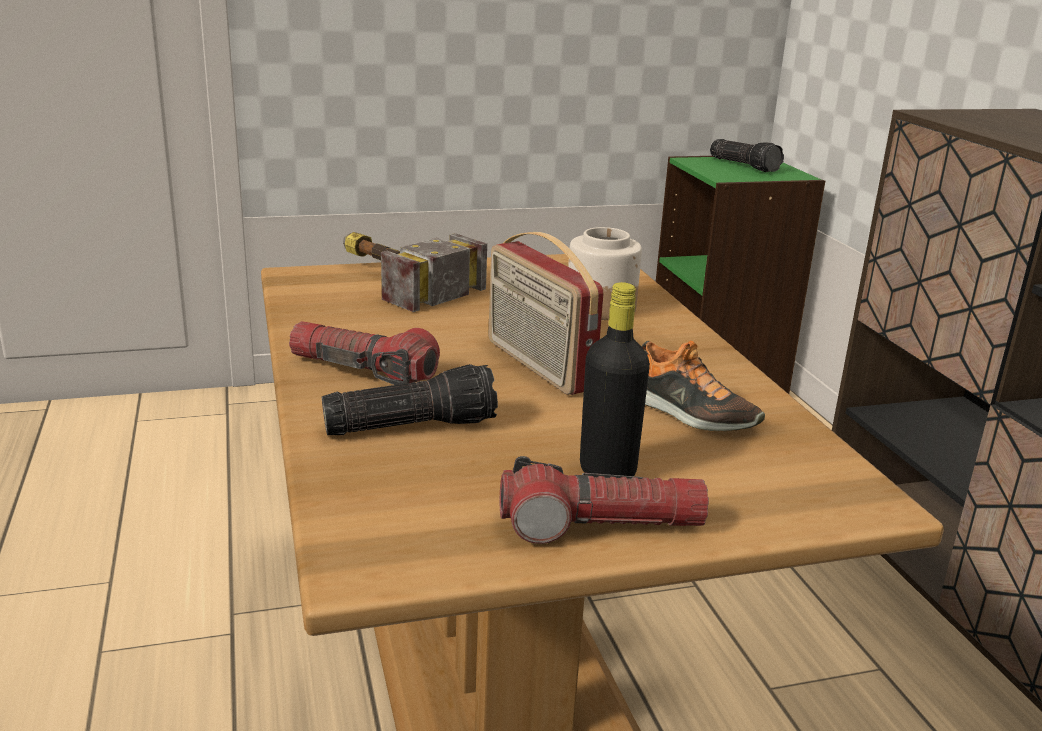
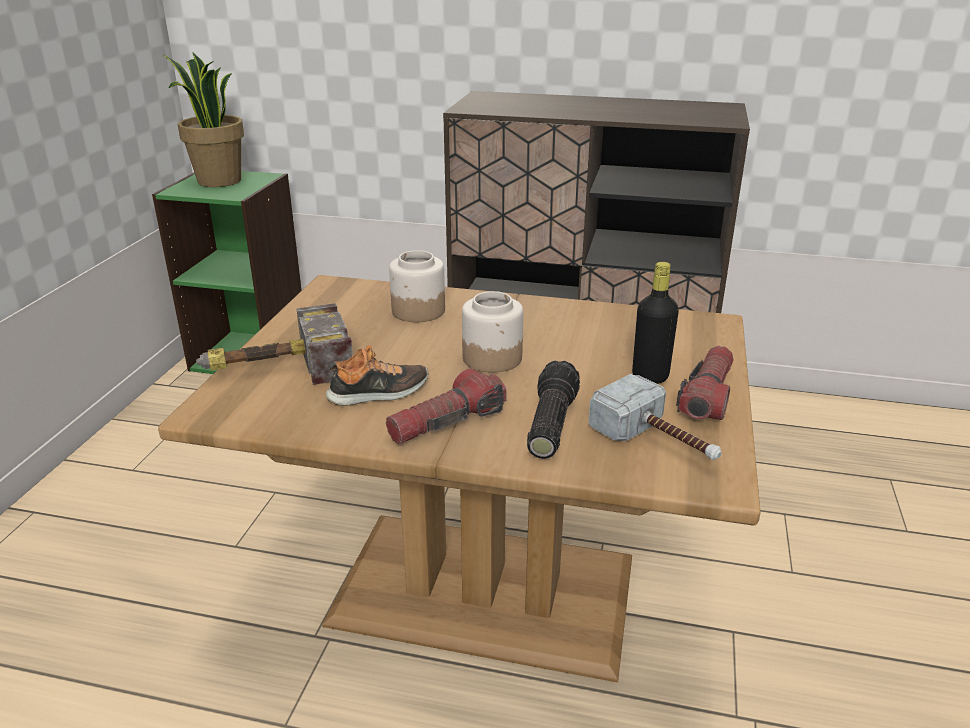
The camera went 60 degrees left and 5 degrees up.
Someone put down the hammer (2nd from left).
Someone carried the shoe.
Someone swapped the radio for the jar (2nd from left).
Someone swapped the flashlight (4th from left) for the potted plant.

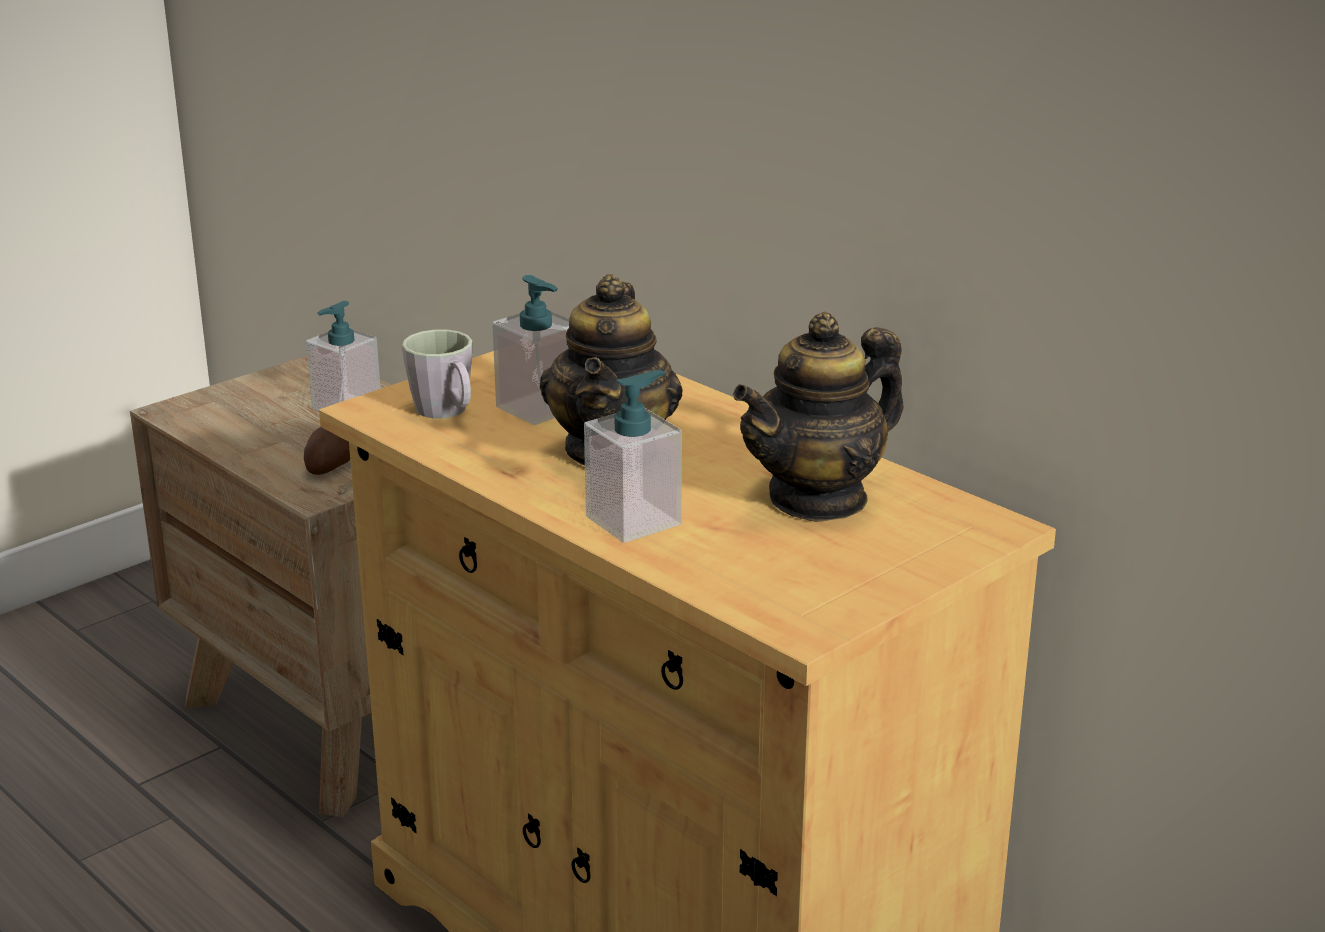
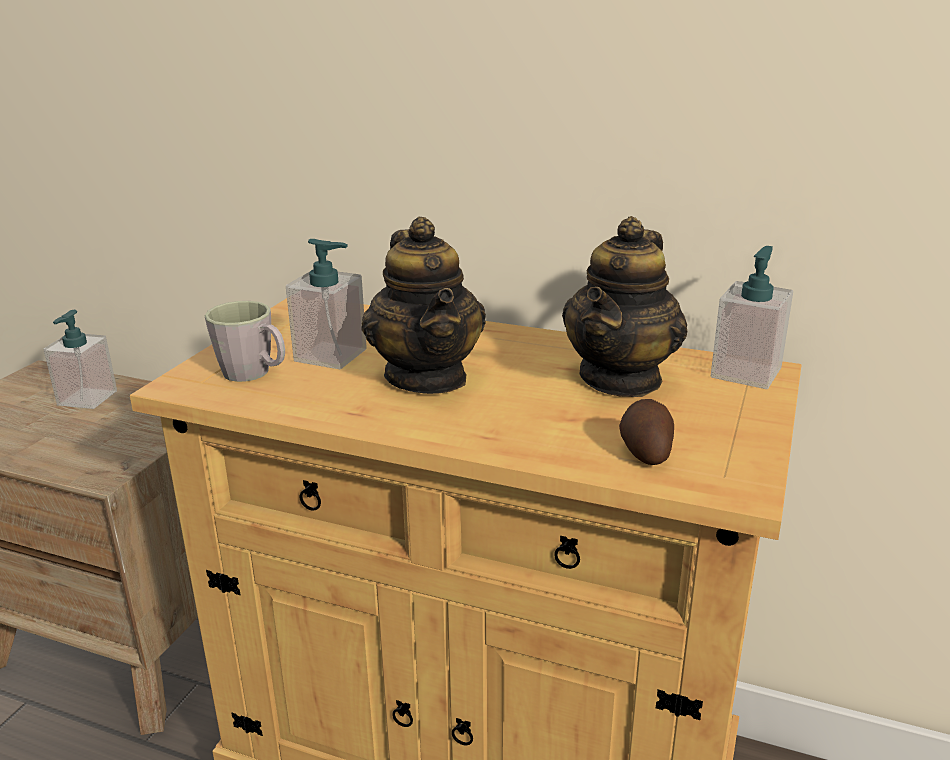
The camera went 25 degrees left and 0 degrees up.
Someone carried the potato.
Someone carried the soap dispenser (3rd from left).

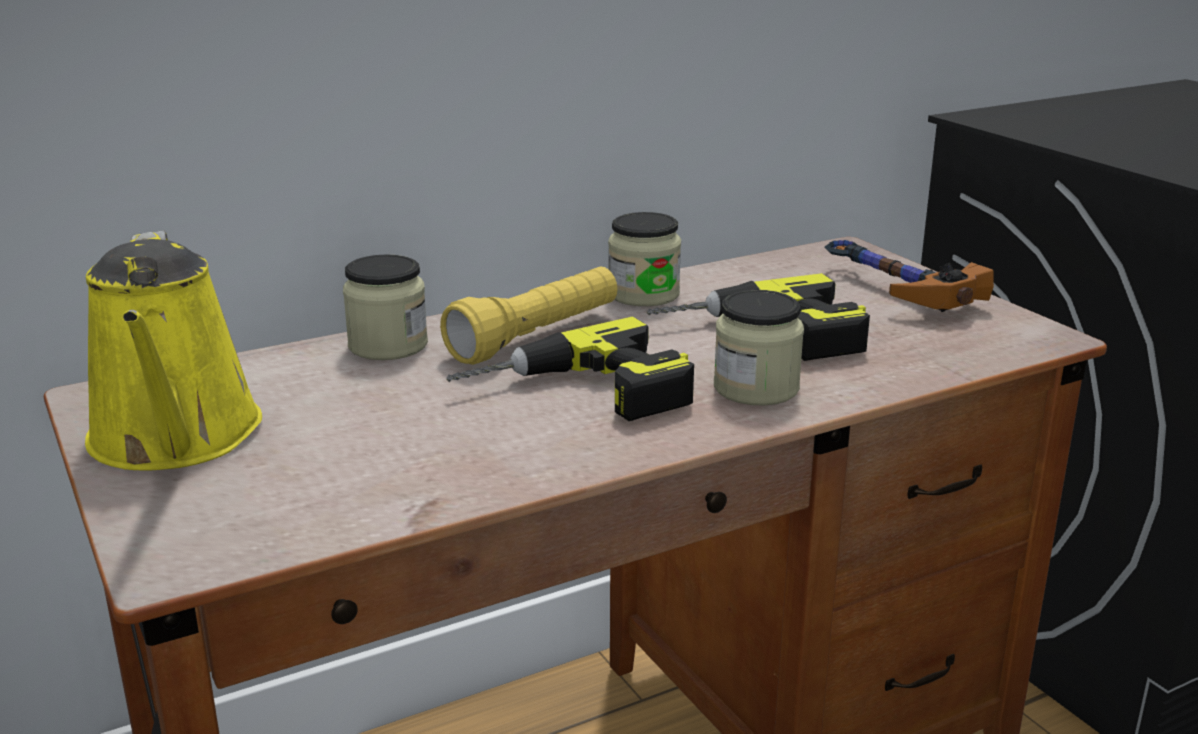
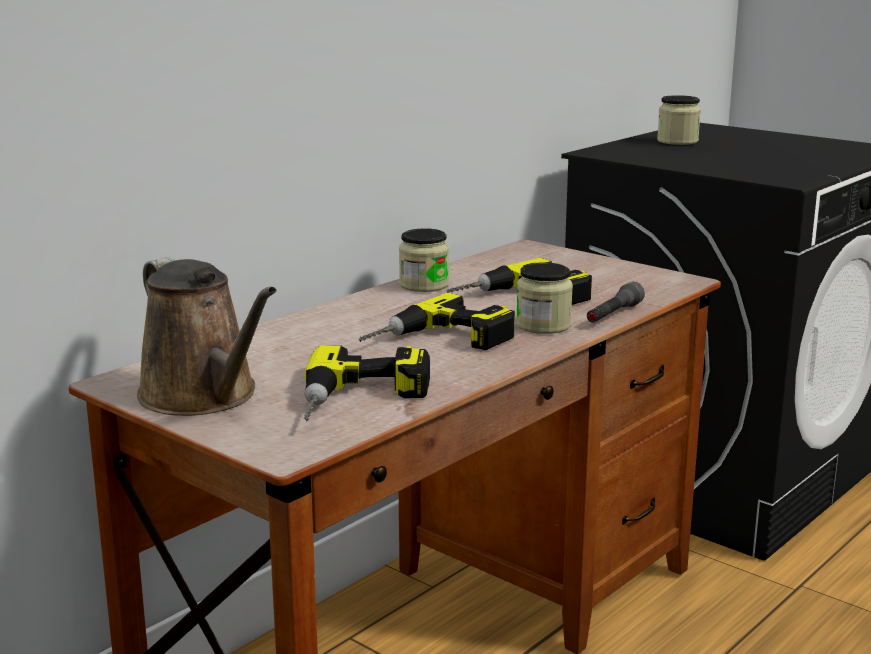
The camera went 20 degrees left and 5 degrees down.
Someone took away the yellow flashlight.
Someone took away the hammer.
Someone put down the power drill (1st from left).
Someone put down the grey flashlight.
Someone carried the jar (1st from left in the first image).
Someone repainted the yellow watering can, which became the brown watering can.

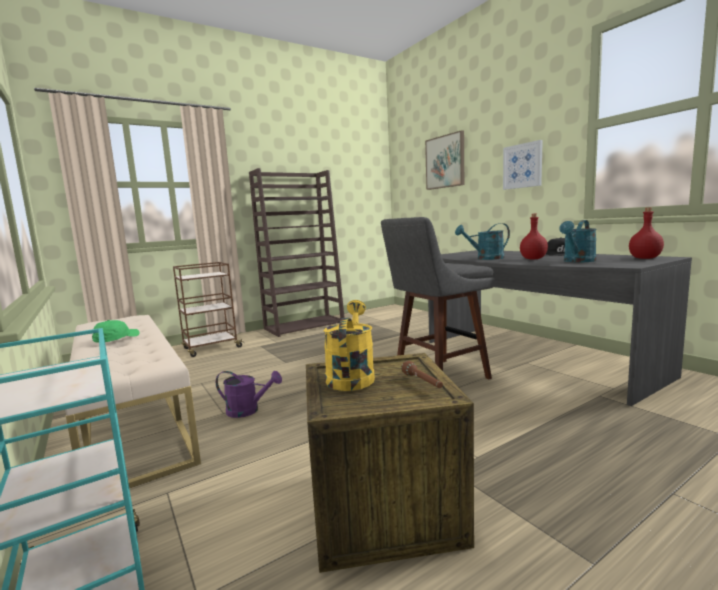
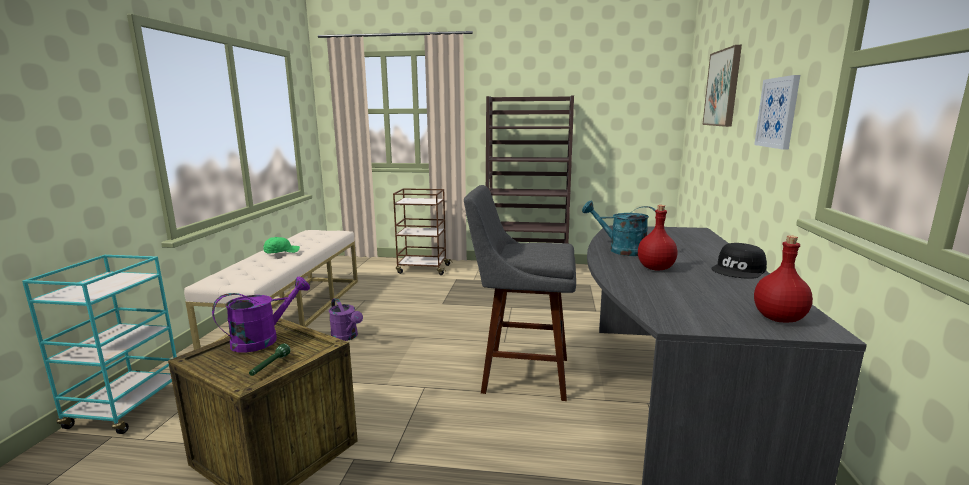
The camera went 40 degrees right and 5 degrees up.
Someone took away the turquoise watering can (2nd from left).
Someone repainted the yellow watering can, which became the purple watering can (1st from left).
Someone repainted the brown flashlight, which became the green flashlight.

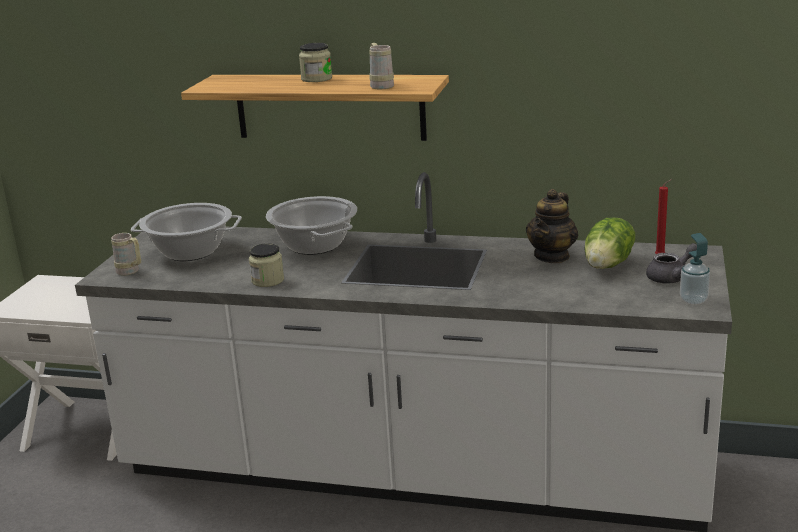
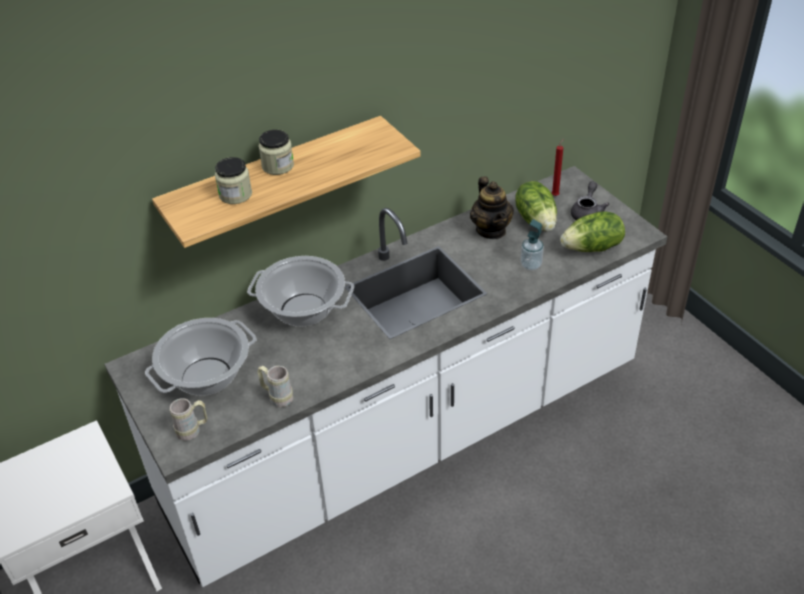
The camera went 45 degrees left and 20 degrees up.
Someone put down the lettuce (2nd from left).
Someone carried the jar (1st from left).
Someone carried the beige mug (2nd from left).
Someone carried the soap dispenser.

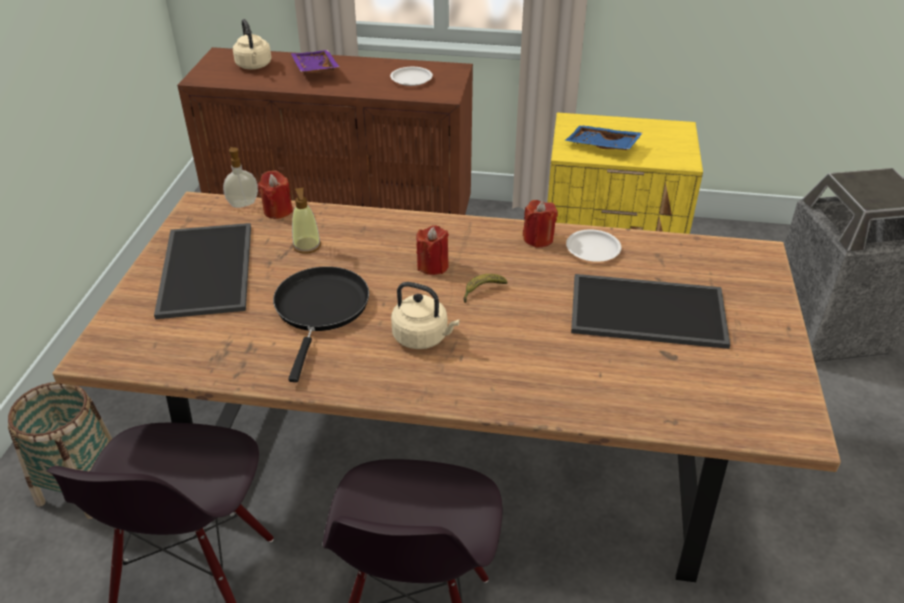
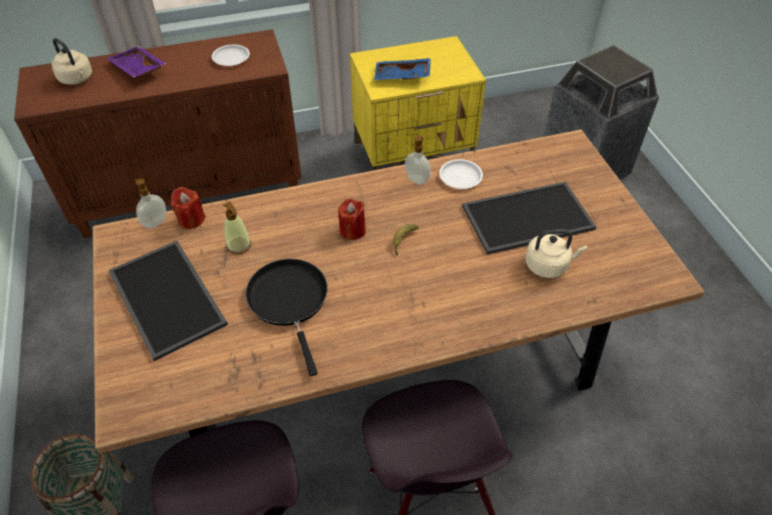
The camera went 25 degrees left and 10 degrees up.
Someone carried the beige kettle (2nd from left).
Someone swapped the red candle (3rd from left) for the soap dispenser (3rd from left).

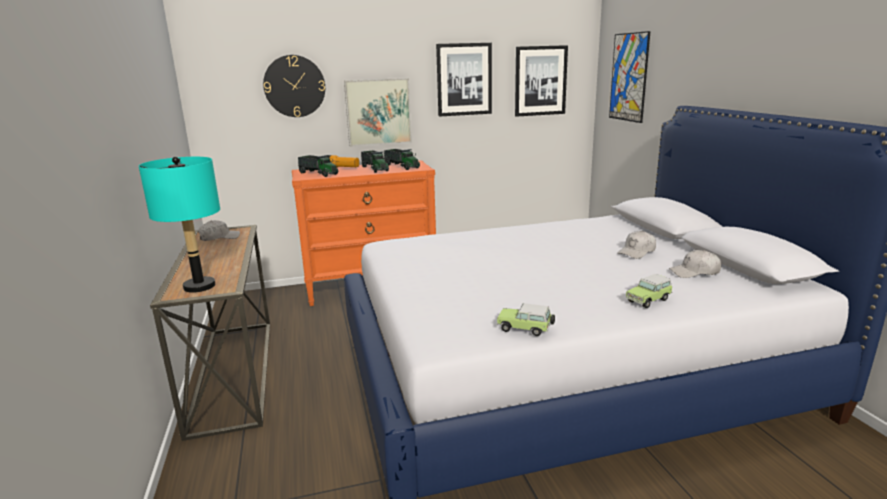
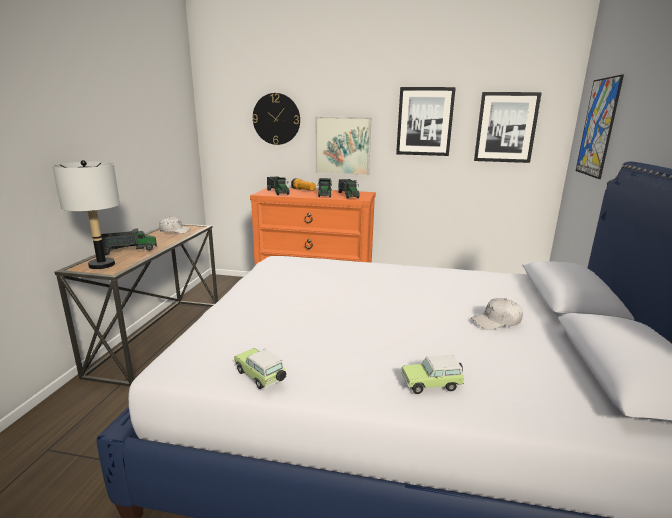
The camera went 25 degrees right and 0 degrees up.
Someone took away the white cap (3rd from left).
Someone put down the toy truck (1st from left).
Someone repainted the turquoise table lamp, which became the grey table lamp.

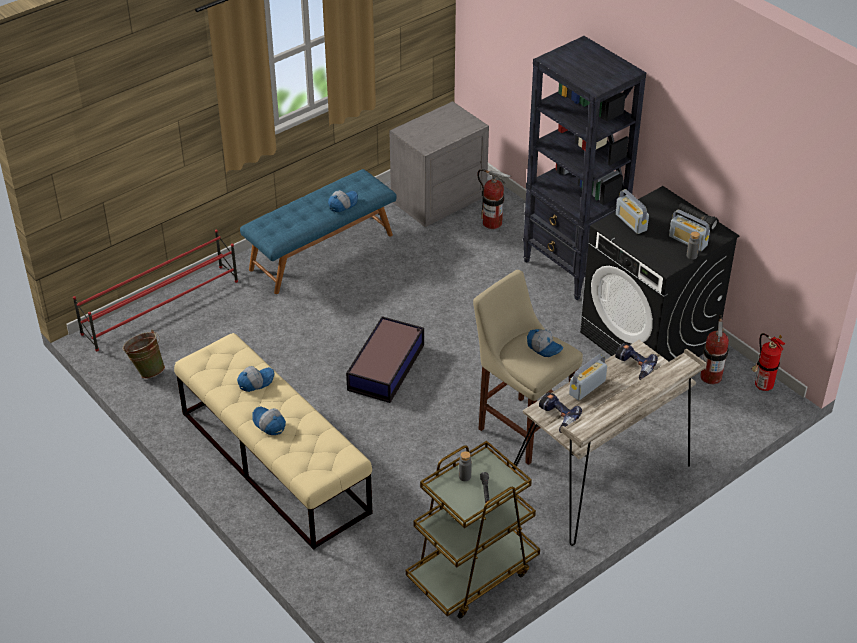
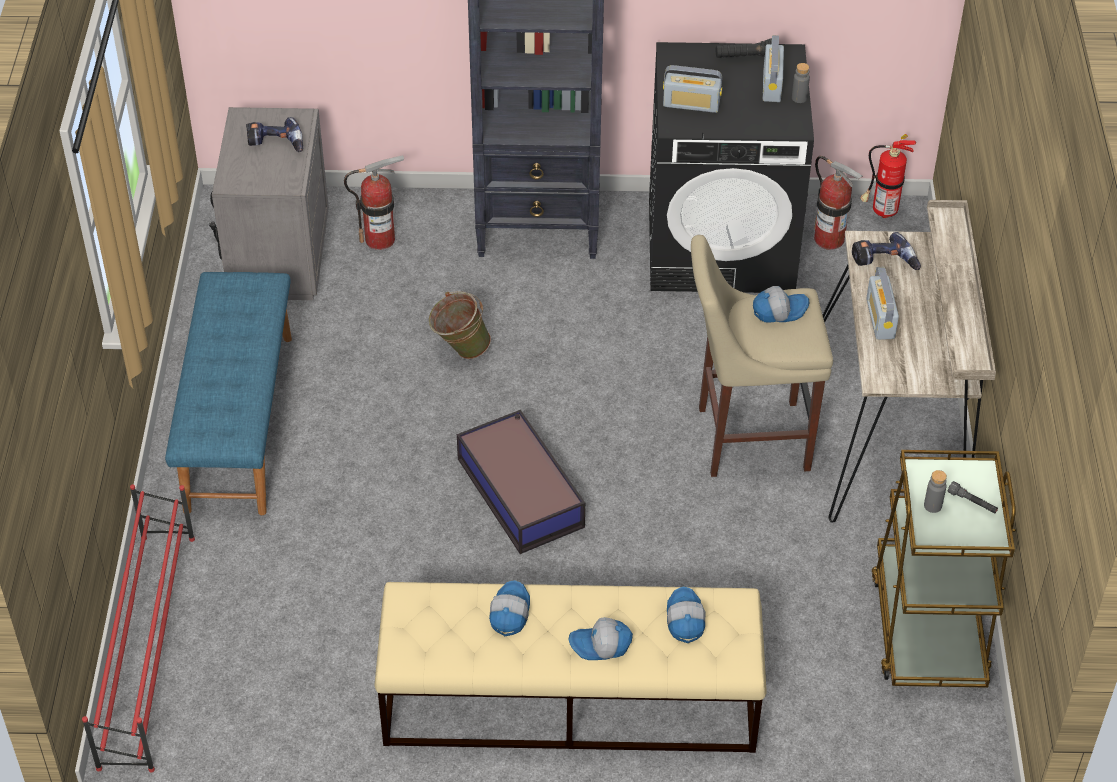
The camera went 50 degrees left and 5 degrees up.
Someone carried the green bucket.
Someone carried the cap (3rd from left).
Someone carried the power drill (1st from left).
Someone rotated the radio (3rd from left in the first image) by 105 degrees clockwise.

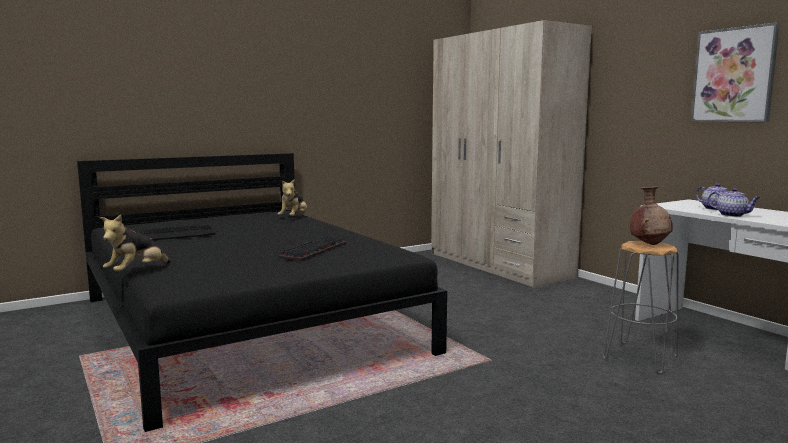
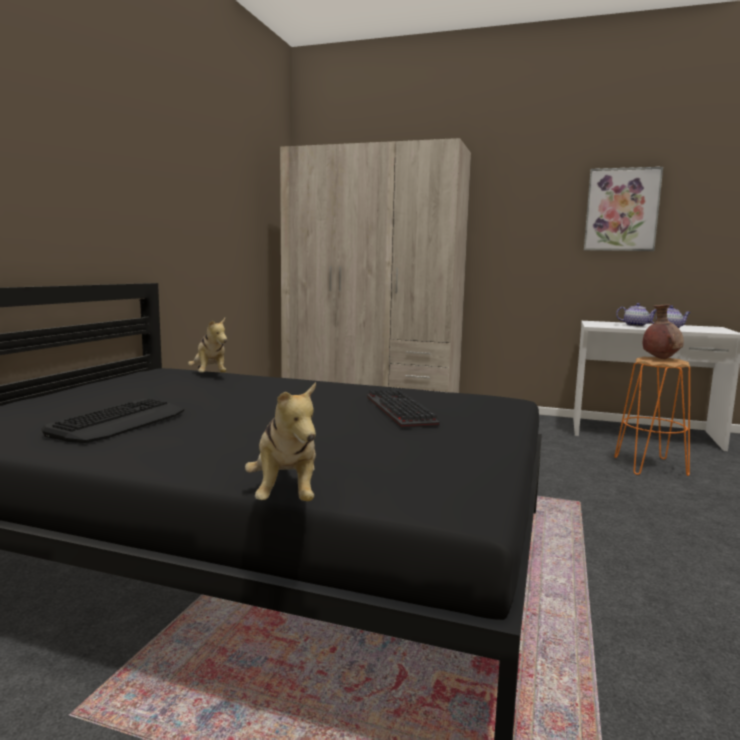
The camera went 40 degrees left and 0 degrees up.
Someone repainted the grey stool, which became the orange stool.

